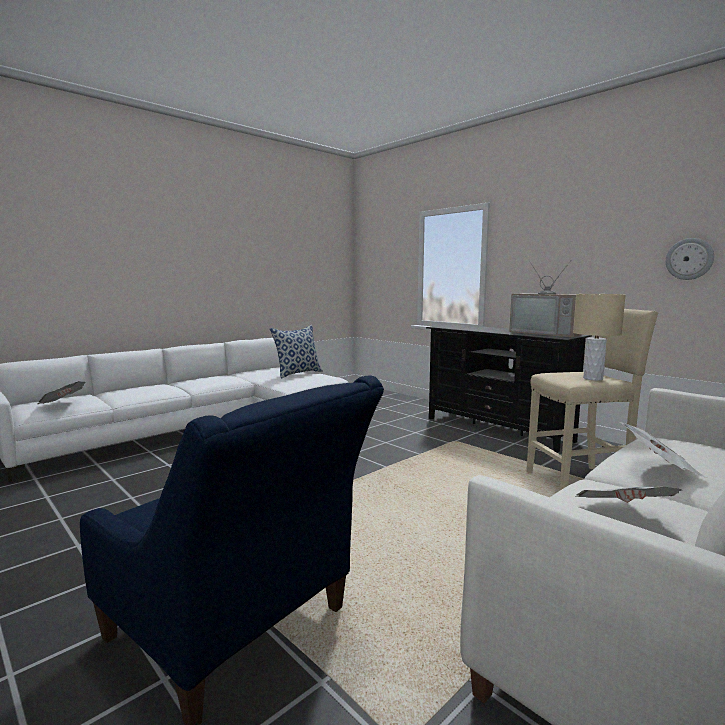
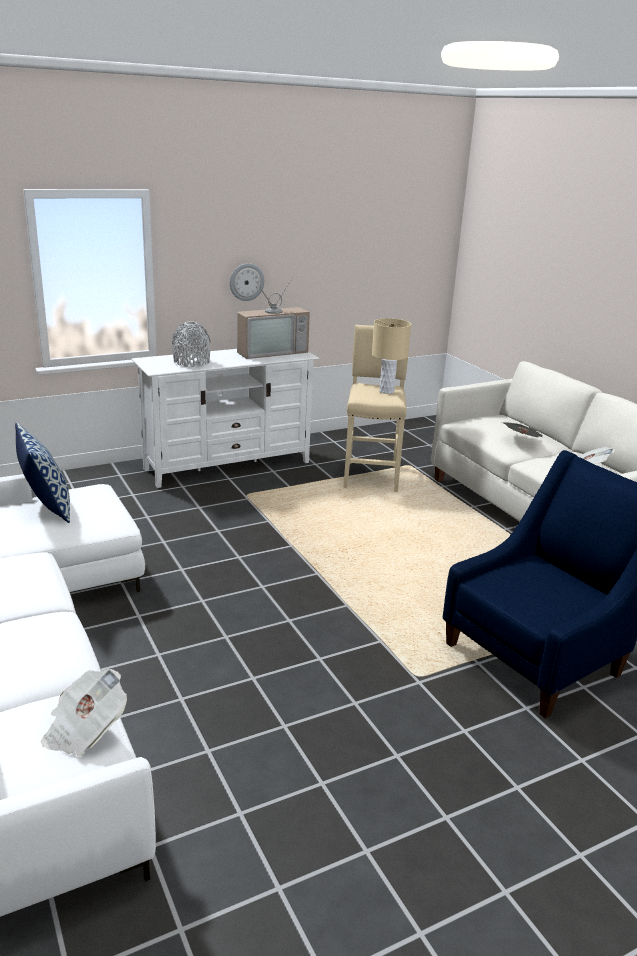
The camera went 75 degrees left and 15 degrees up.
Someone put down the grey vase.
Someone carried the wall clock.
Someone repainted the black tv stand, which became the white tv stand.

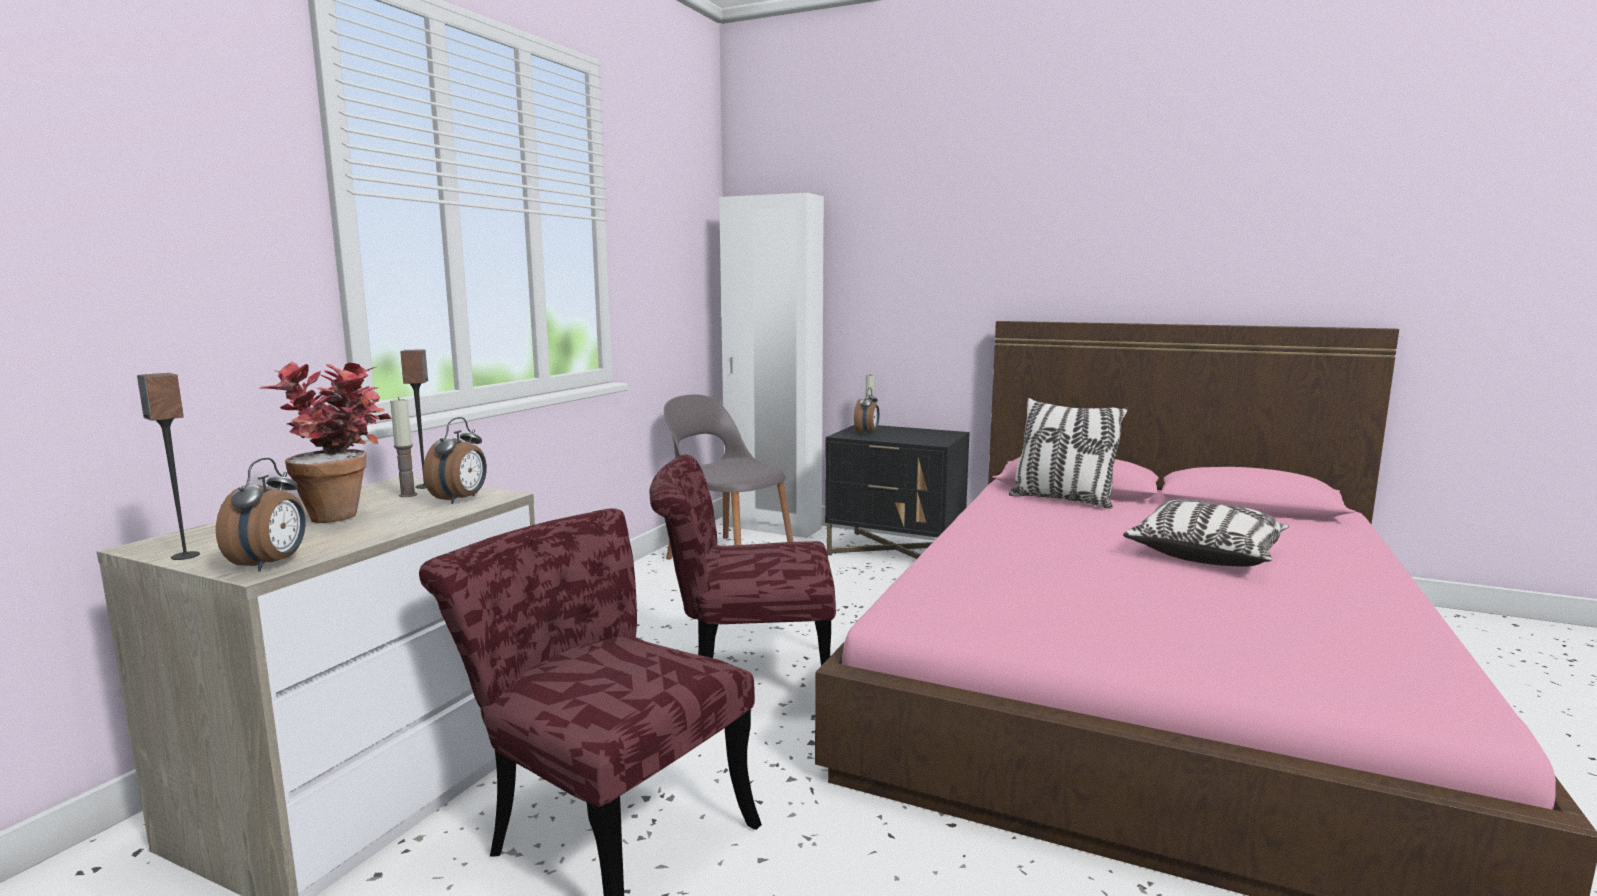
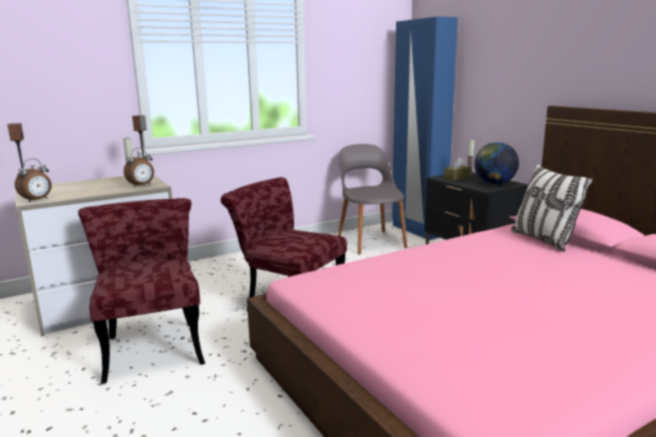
The camera went 35 degrees right and 5 degrees up.
Someone took away the potted plant.
Someone took away the pillow (2nd from left).
Someone put down the globe.
Someone swapped the alarm clock (3rd from left) for the brown tissue box.
Someone repainted the white wardrobe, which became the blue wardrobe.

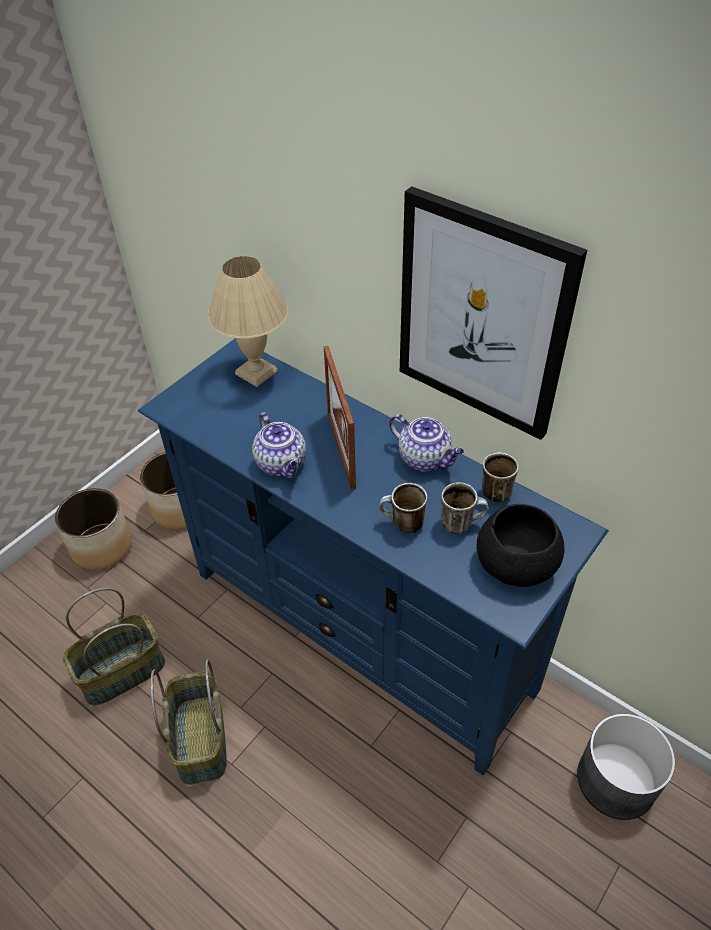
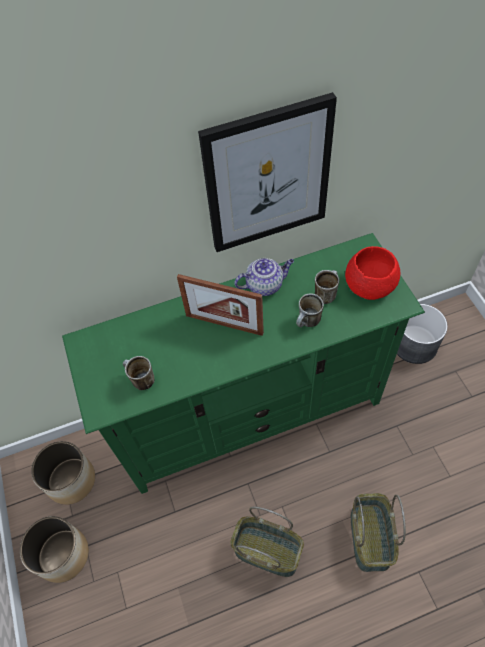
The camera went 55 degrees left and 10 degrees up.
Someone took away the beige table lamp.
Someone took away the teapot (1st from left).
Someone carried the basket (1st from left in the first image).
Someone carried the mug (3rd from left in the first image).
Someone repainted the blue tv stand, which became the green tv stand.
Someone repainted the black bowl, which became the red bowl.

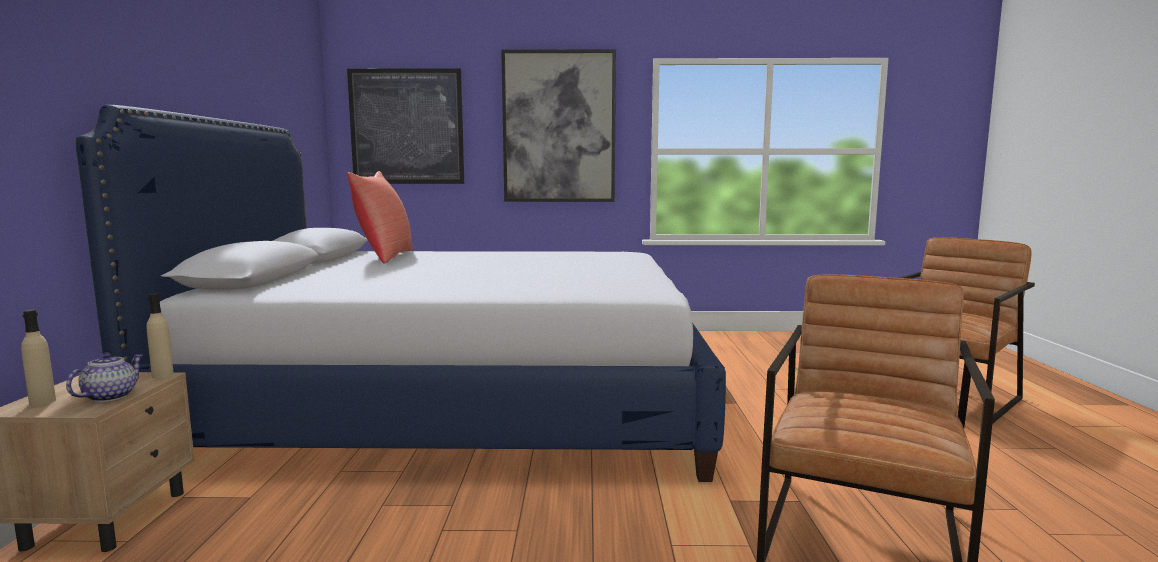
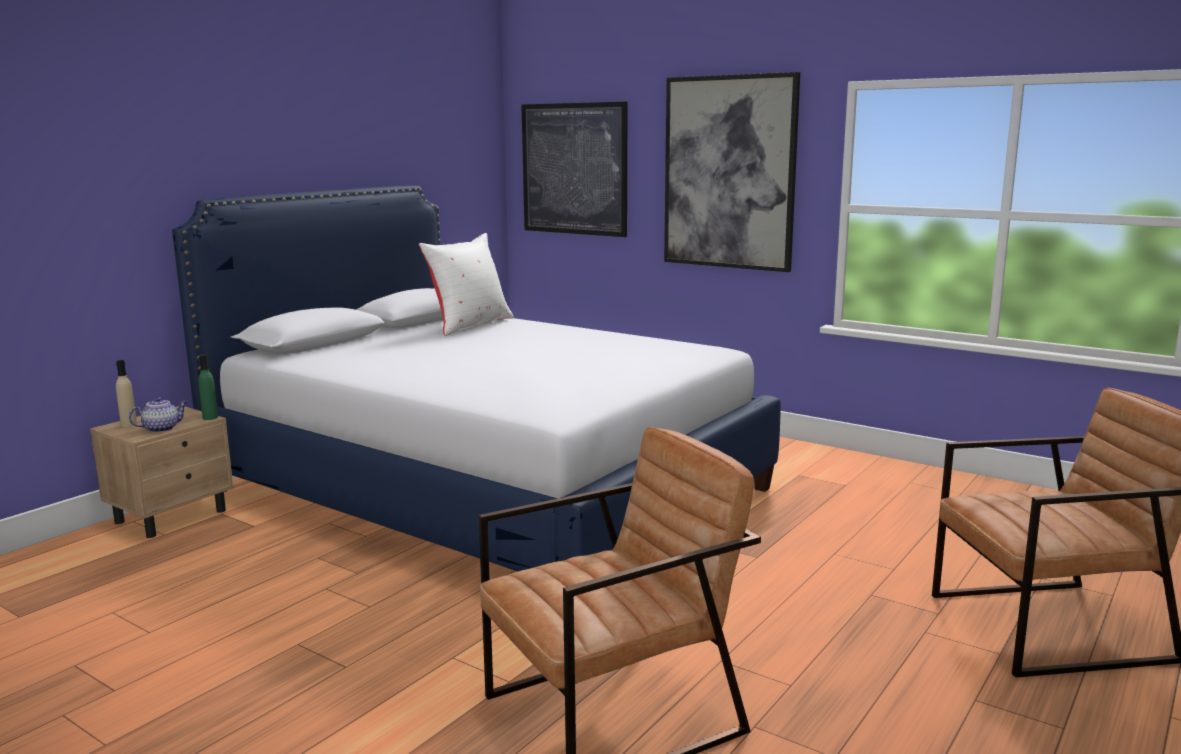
The camera went 35 degrees right and 5 degrees up.
Someone repainted the beige bottle (2nd from left), which became the green bottle.
Someone repainted the red pillow, which became the white pillow.

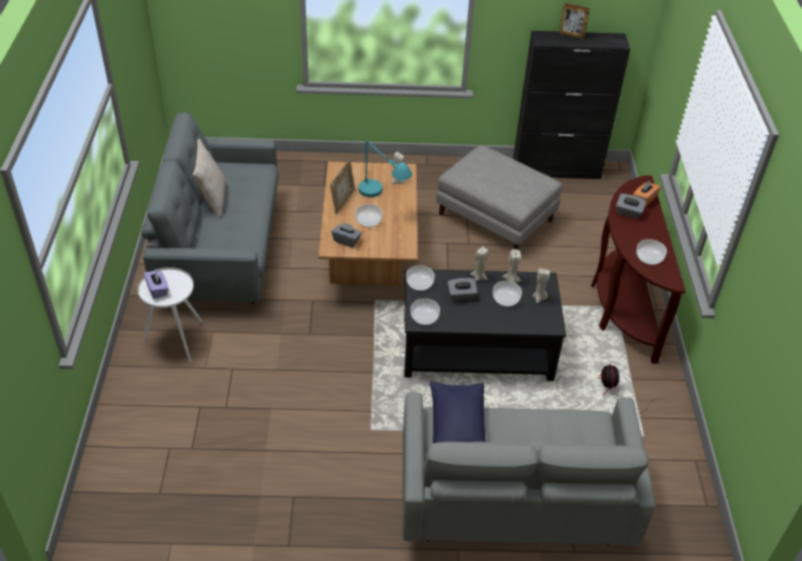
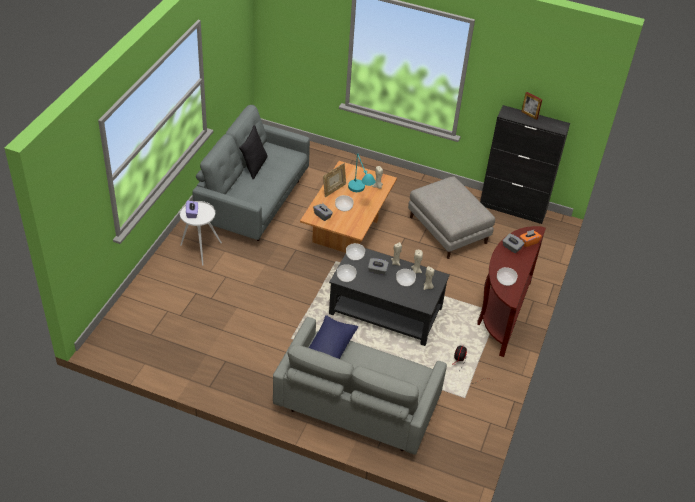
The camera went 20 degrees right and 0 degrees up.
Someone repainted the beige pillow, which became the black pillow.

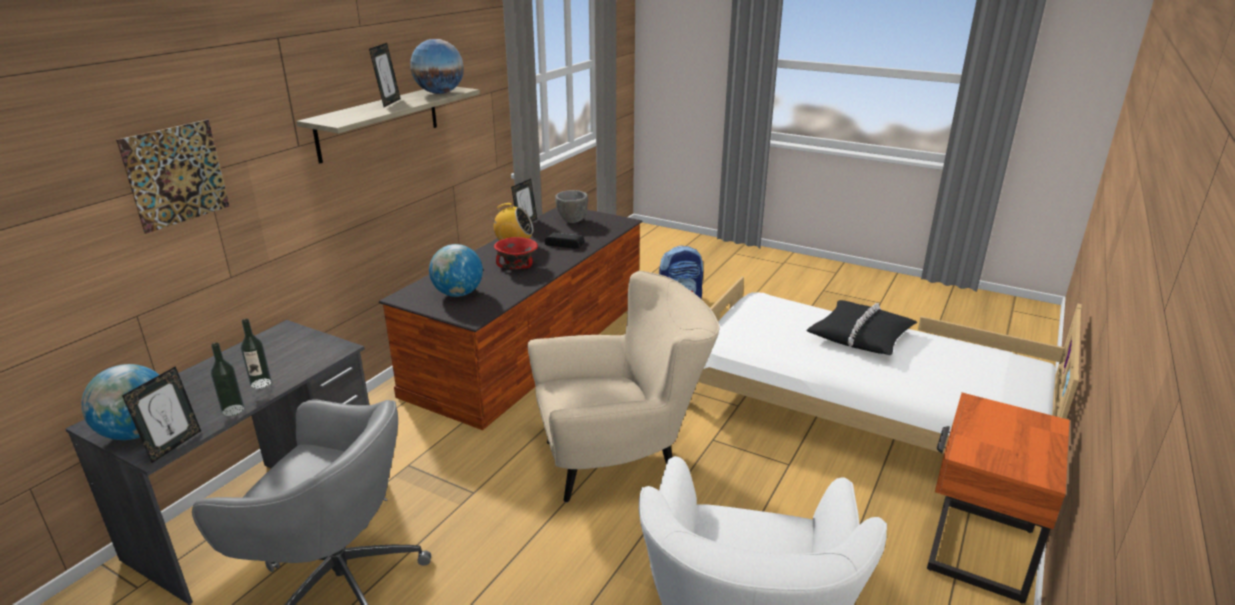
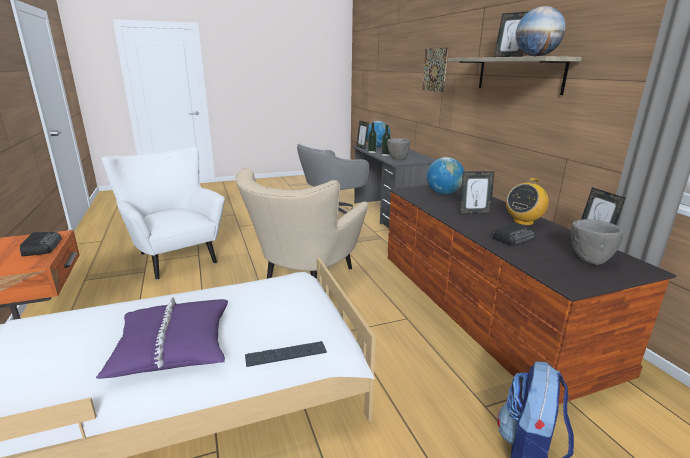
The camera went 130 degrees right and 5 degrees down.
Someone put down the radio (1st from left).
Someone put down the keyboard.
Someone put down the grey bowl (1st from left).
Someone swapped the red bowl for the picture frame (2nd from left).
Someone repainted the black pillow, which became the purple pillow.

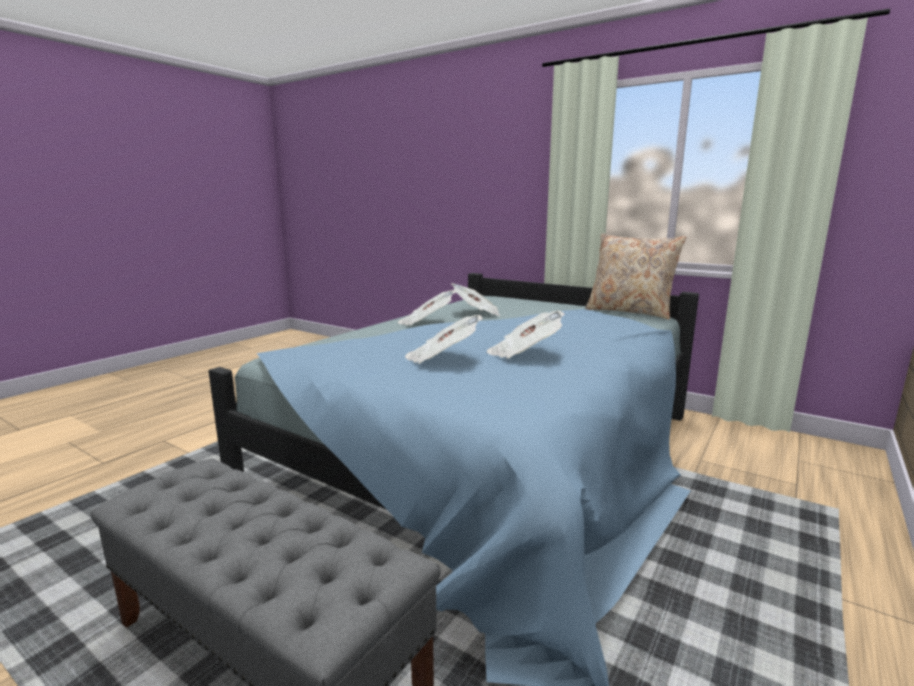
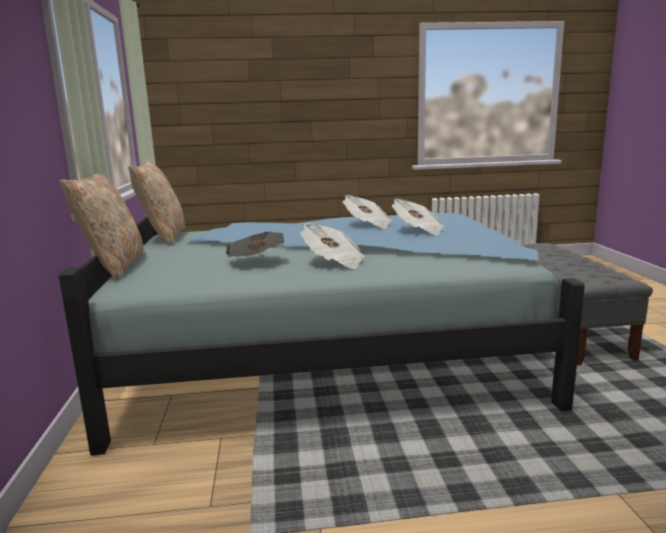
The camera went 130 degrees left and 0 degrees up.
Someone put down the beige pillow (1st from left).

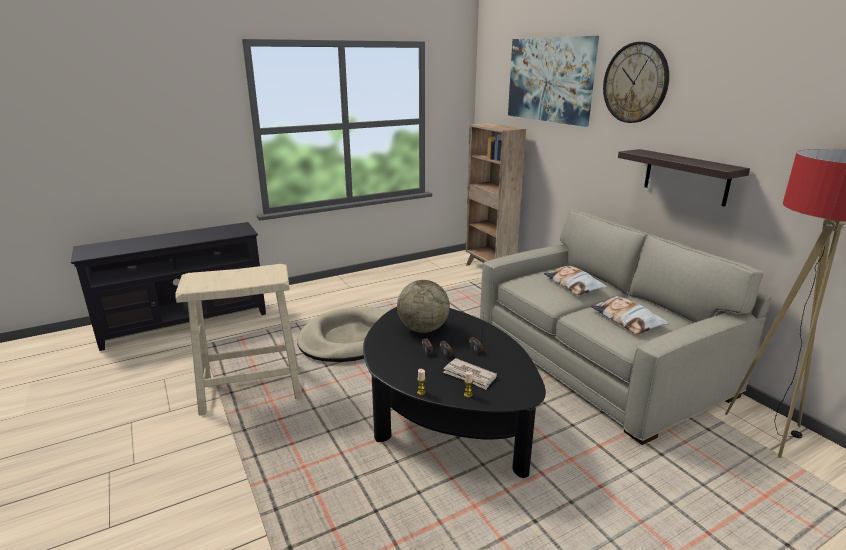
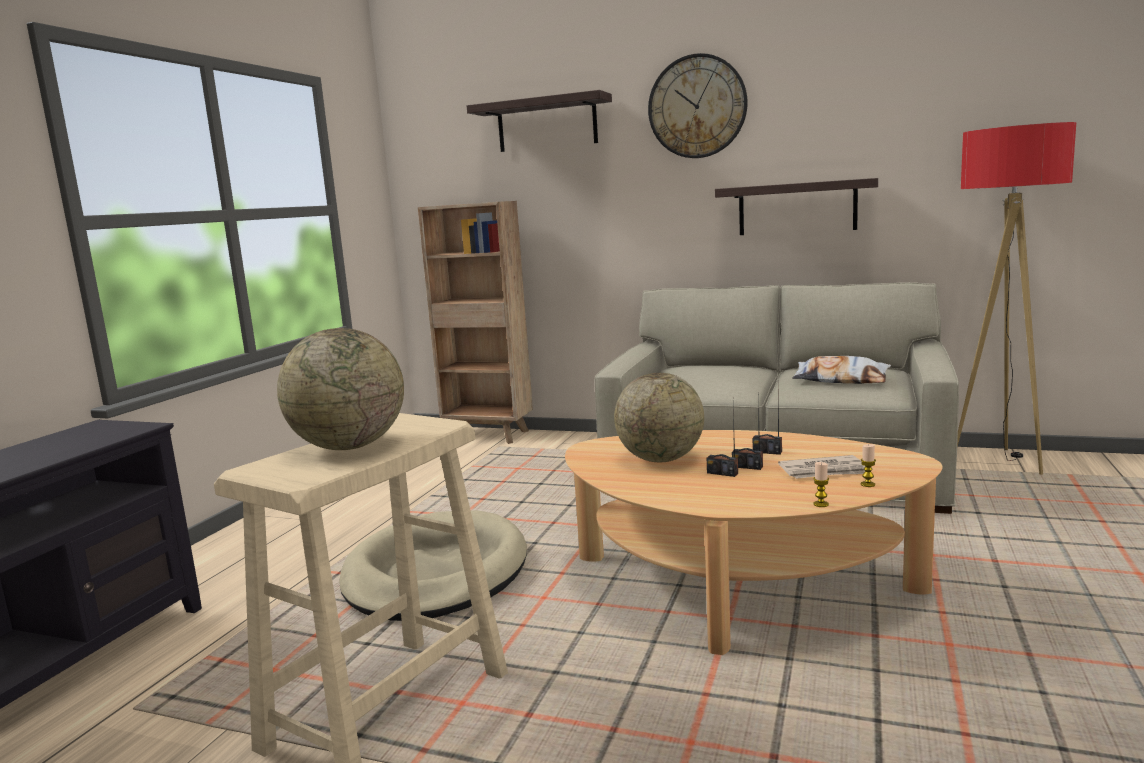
The camera went 40 degrees left and 10 degrees down.
Someone took away the pillow (1st from left).
Someone put down the globe (1st from left).
Someone swapped the picture for the shelf (1st from left).
Someone repainted the black coffee table, which became the beige coffee table.

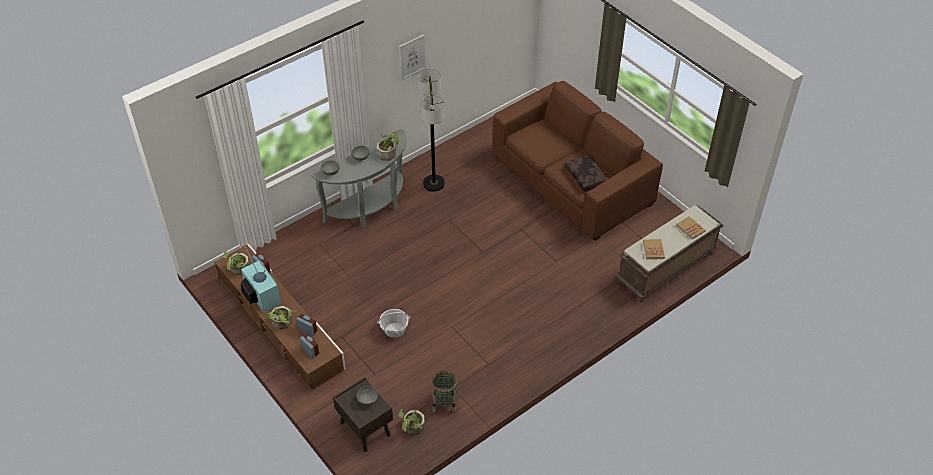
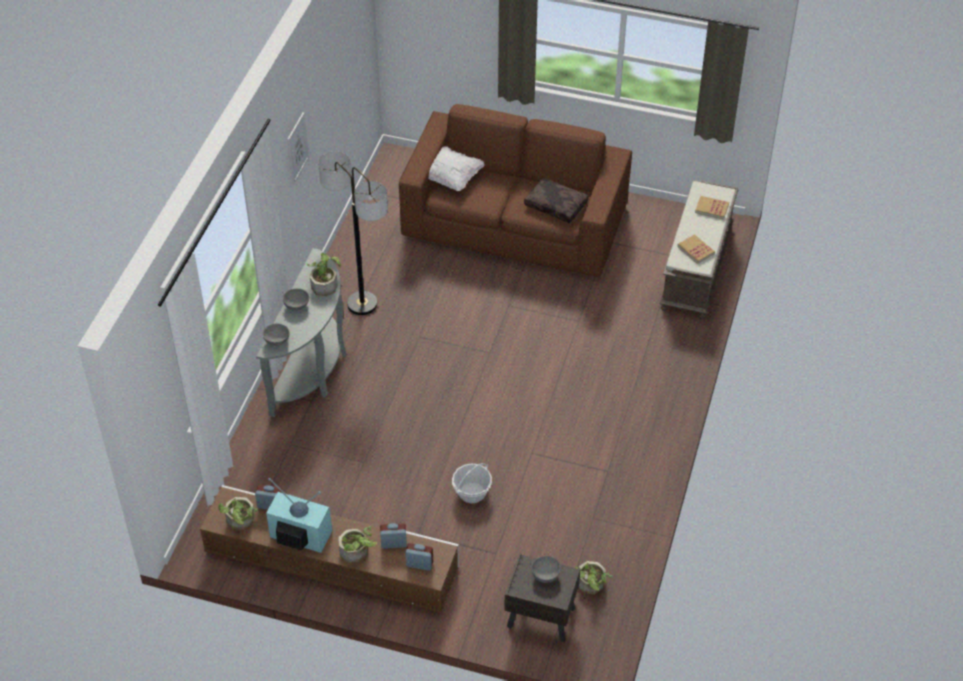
The camera went 35 degrees left and 0 degrees up.
Someone took away the basket (2nd from left).
Someone put down the white pillow.

